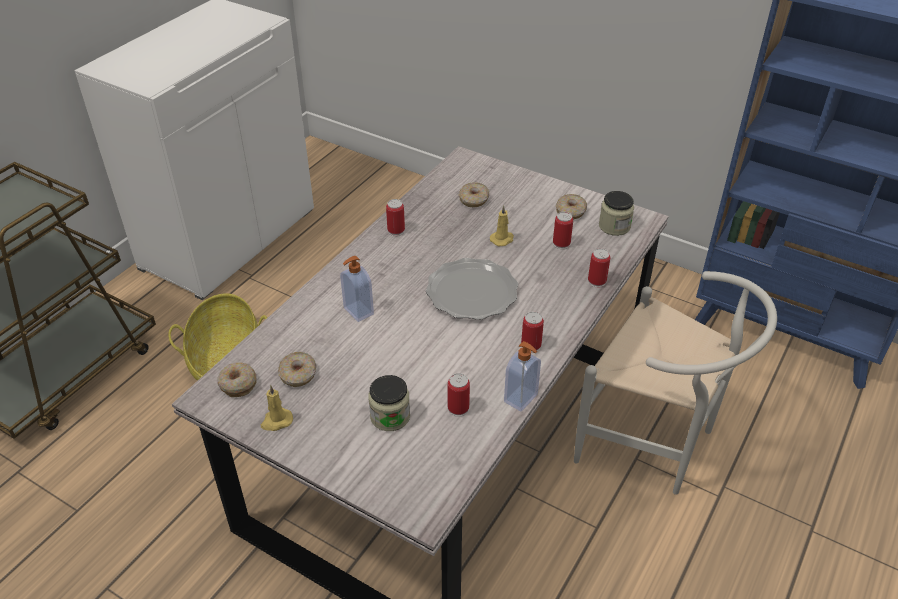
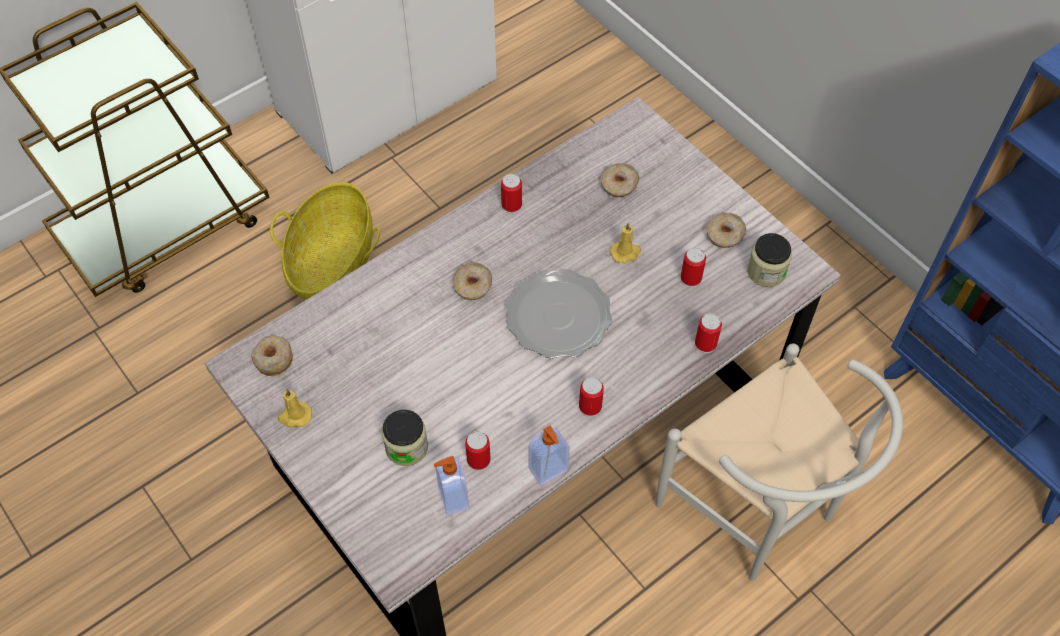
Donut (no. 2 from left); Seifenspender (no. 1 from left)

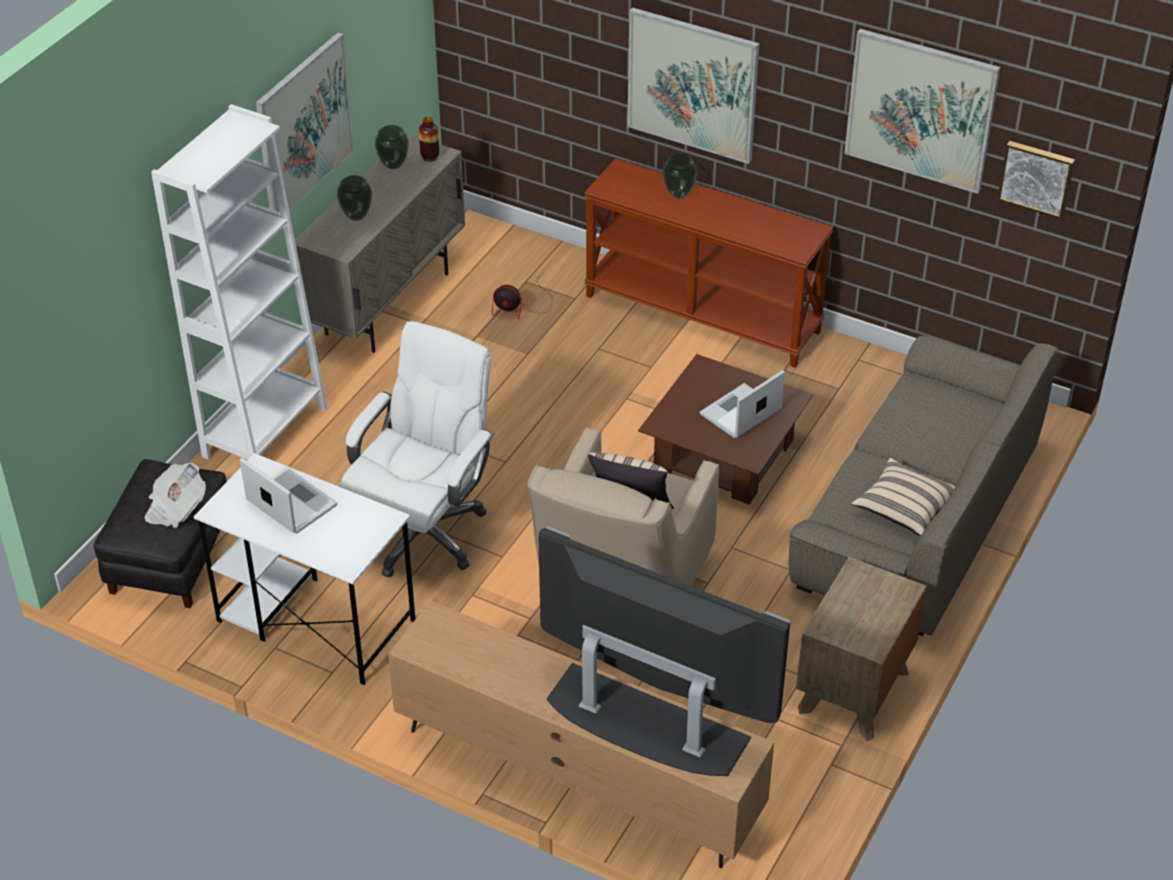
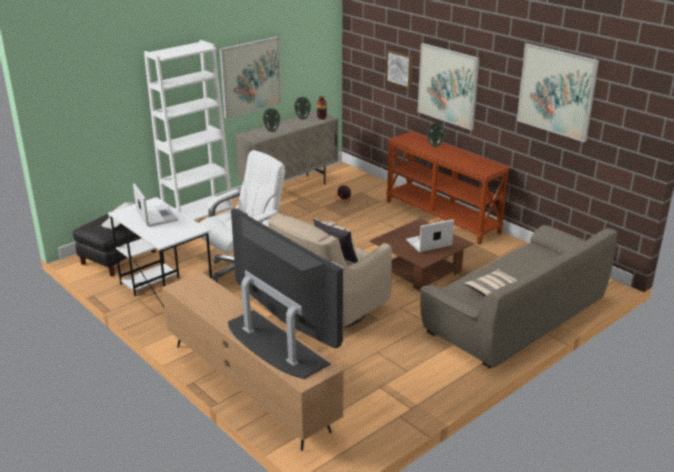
Nachttisch [braun]; Bild (no. 2 from left)

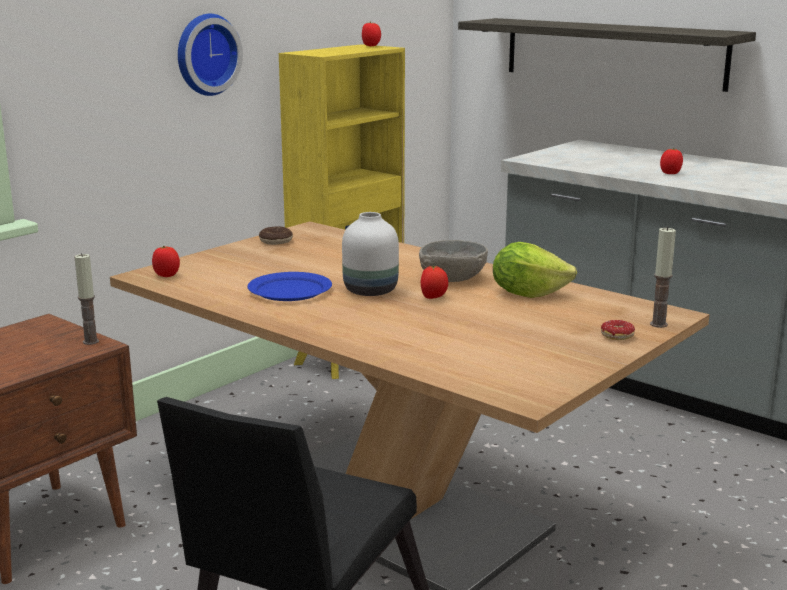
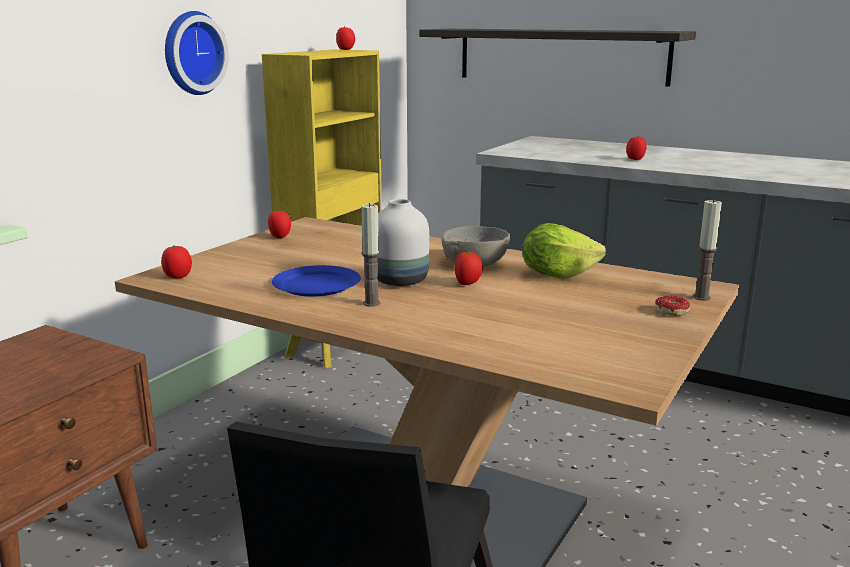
Kerze (no. 1 from left); Tomate (no. 2 from left)

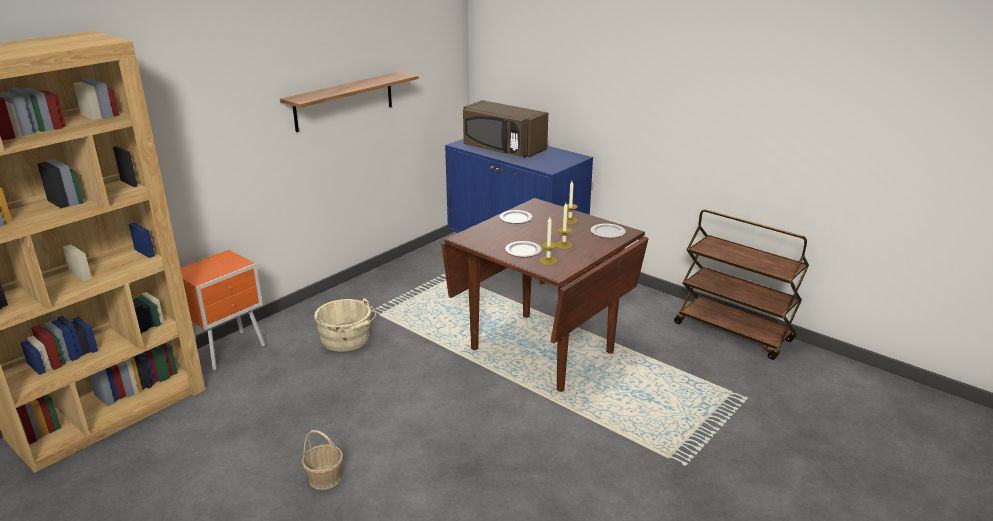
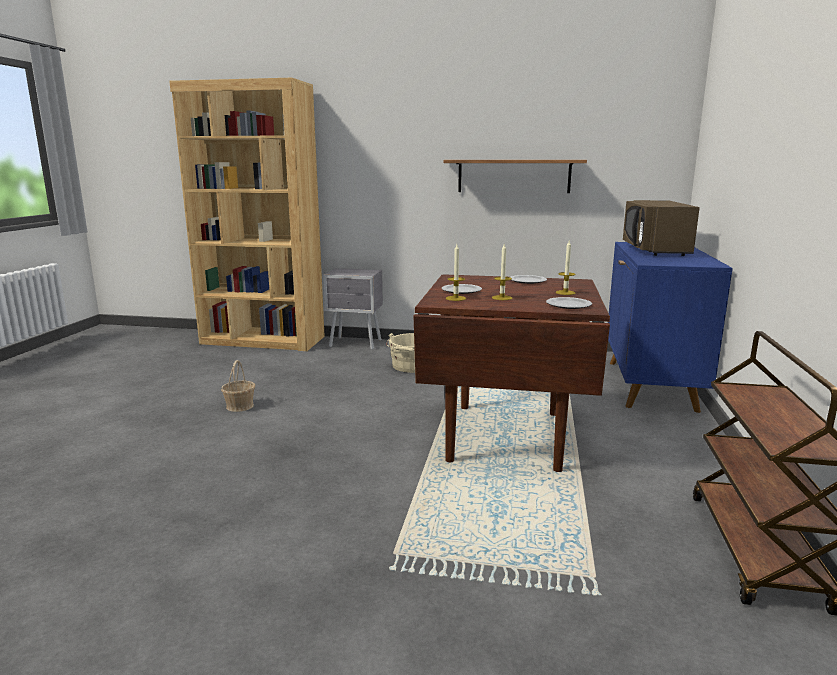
Nachttisch [grau]

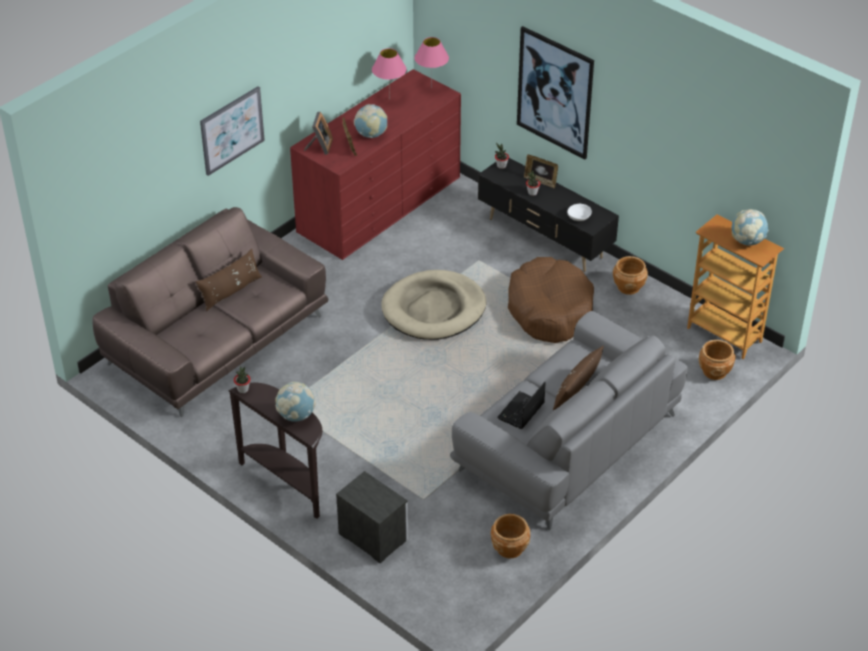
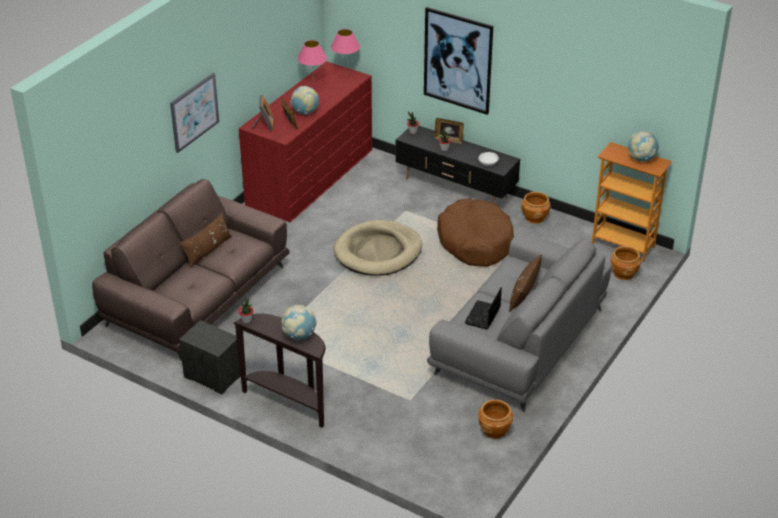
Nachttisch

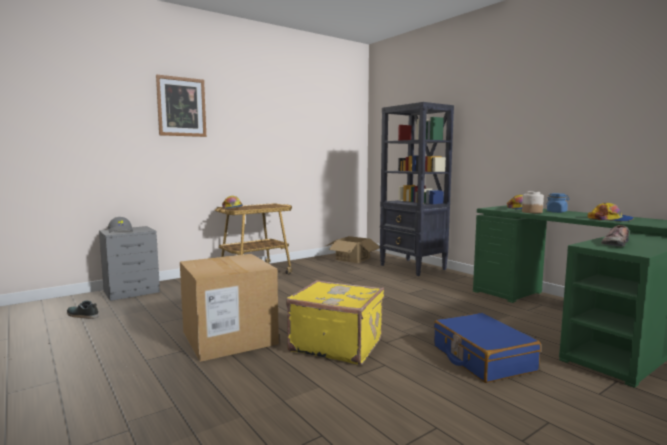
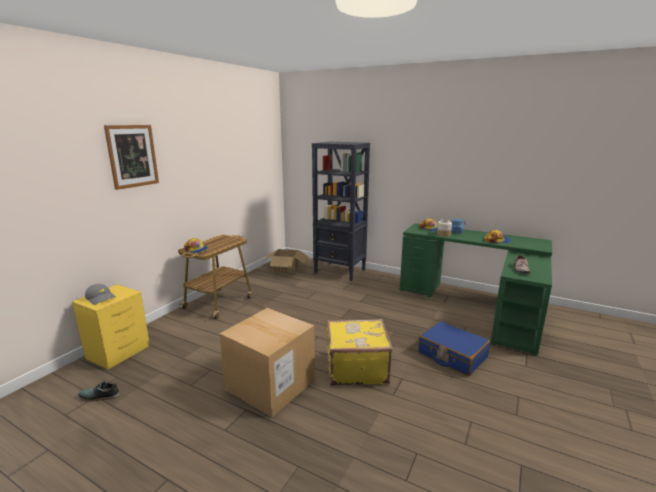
Nachttisch [gelb]

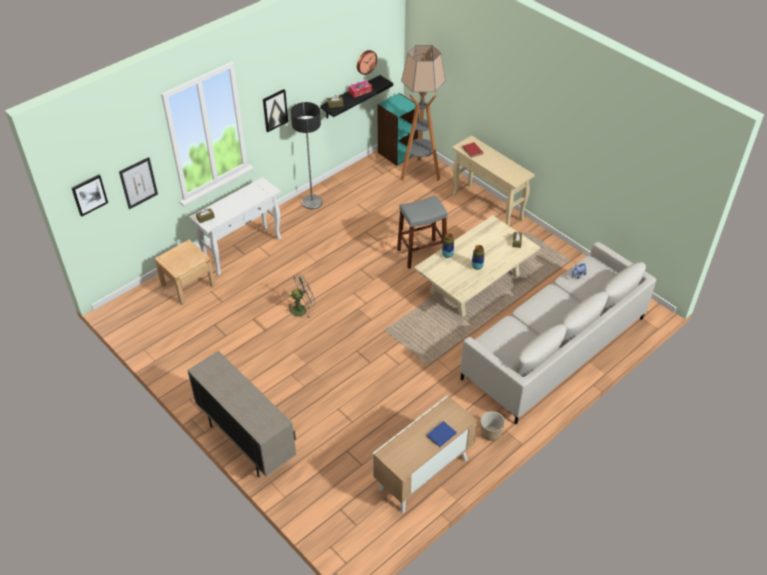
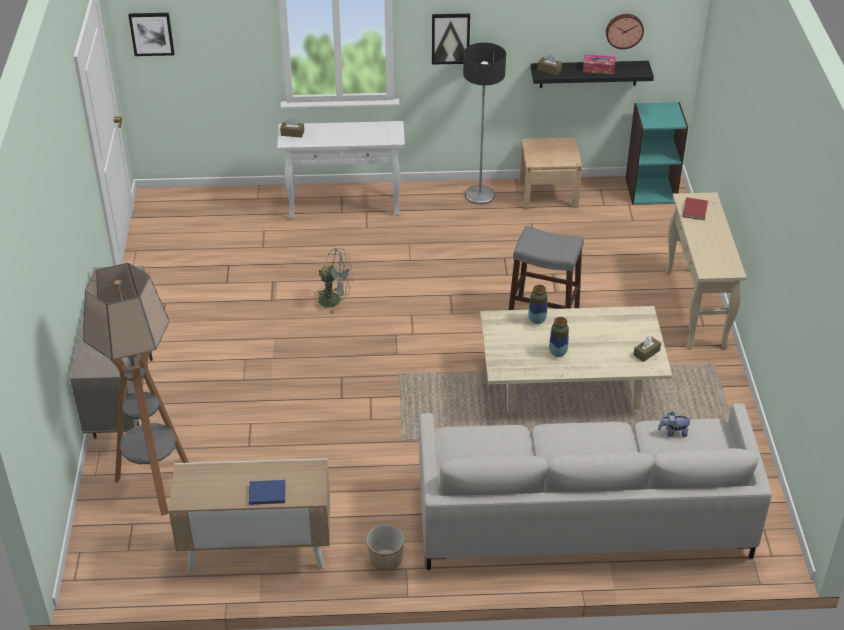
Bild (no. 2 from left in the first image); Nachttisch [beige]; Stehlampe (no. 1 from left)

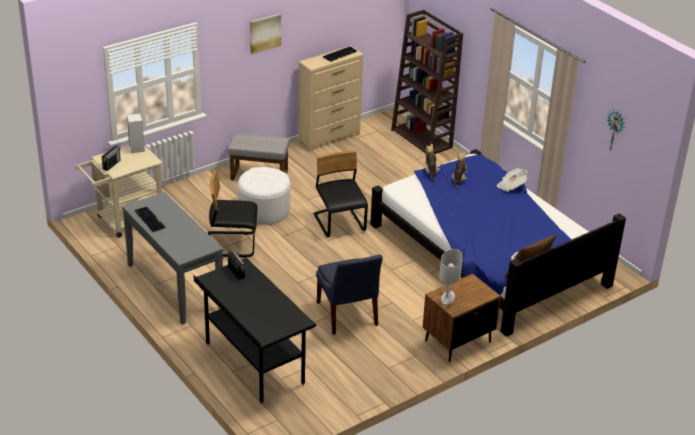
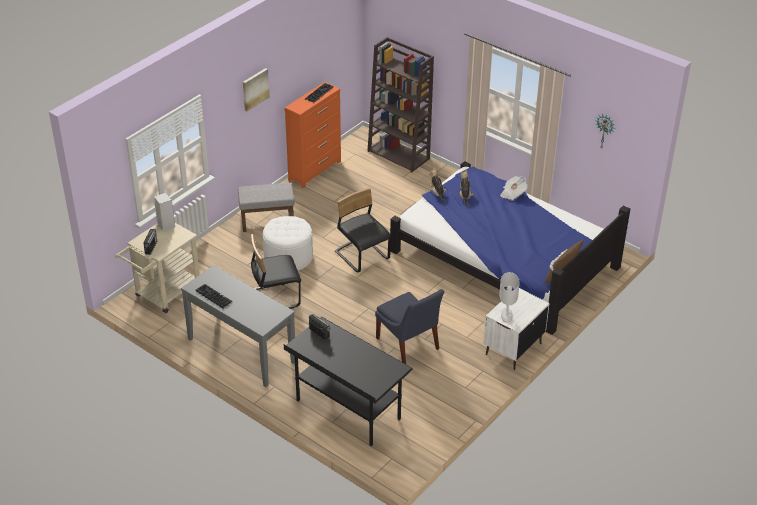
Kommode [orange]; Nachttisch [weiß]

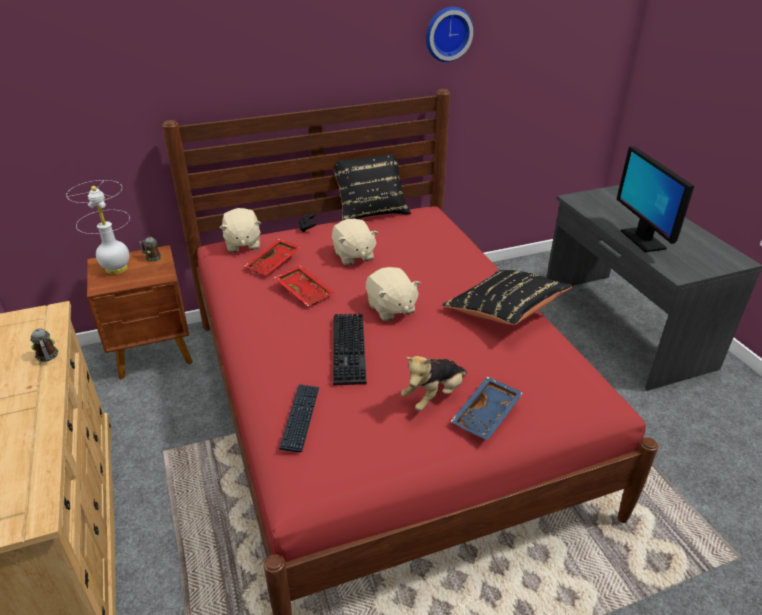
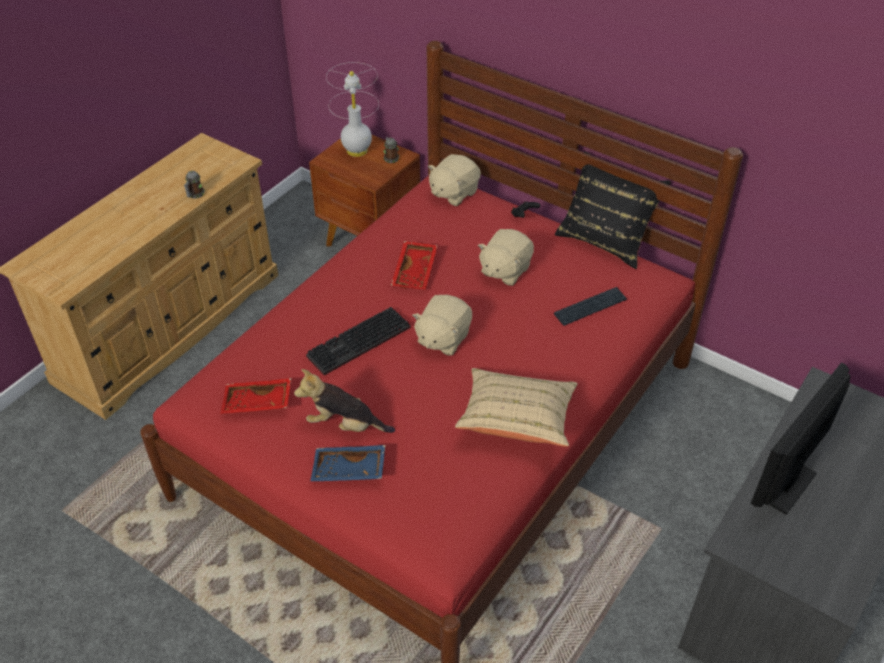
Wanduhr; Tablett [rot] (no. 1 from left); Tastatur (no. 2 from left); Kissen [beige]

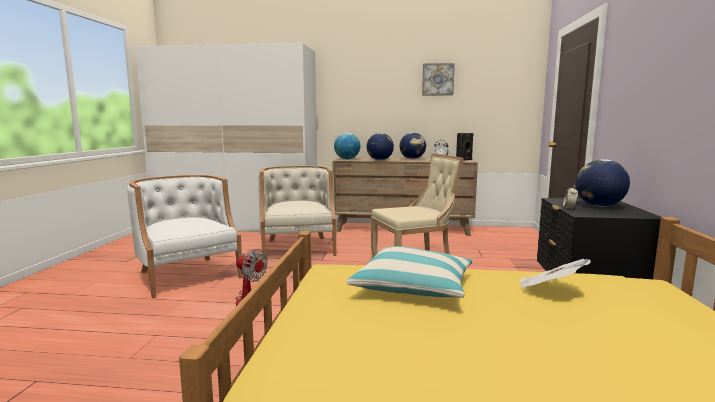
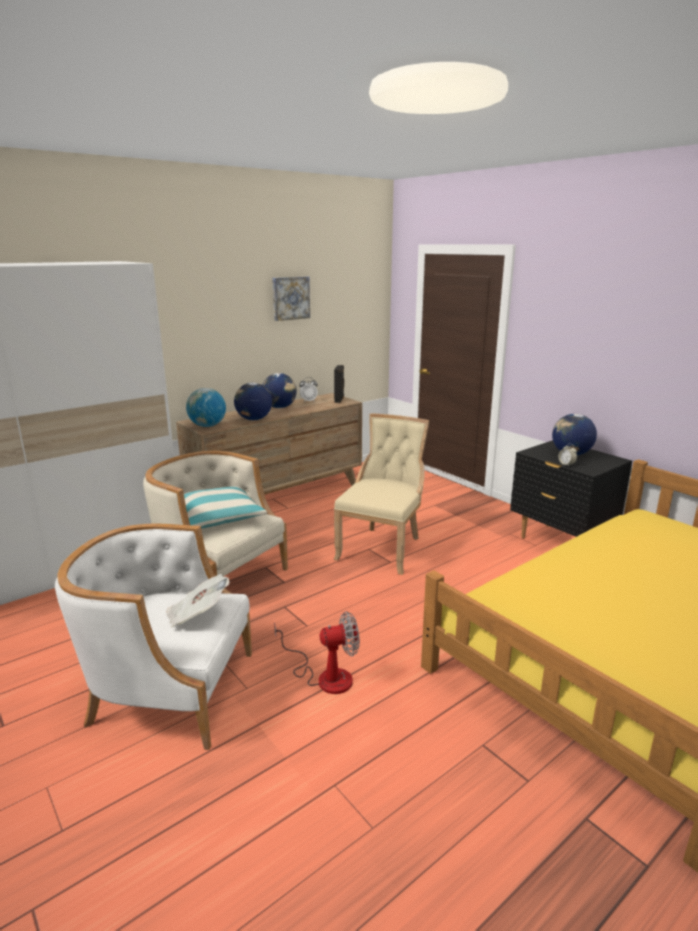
Kissen; Zeitung

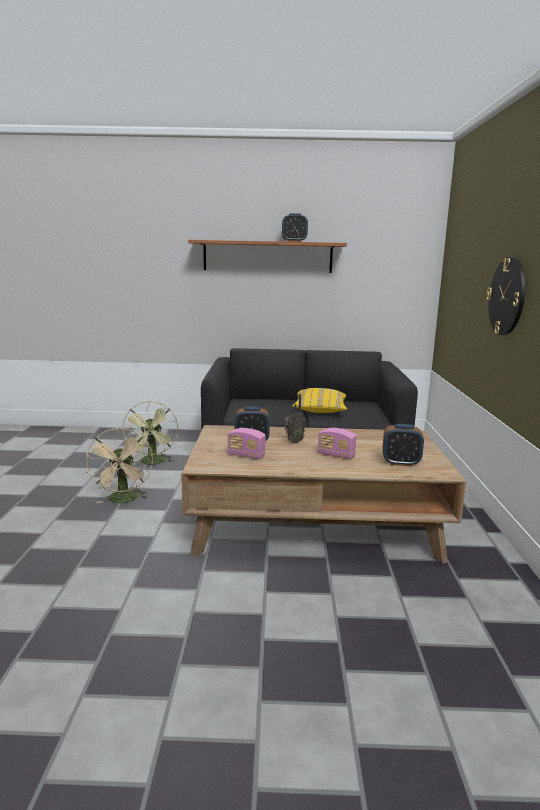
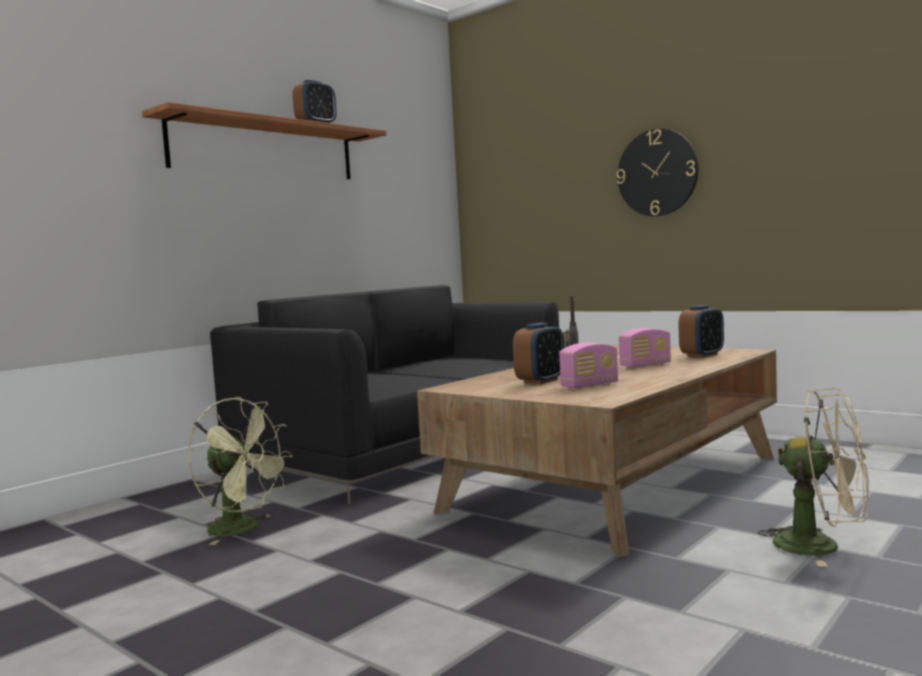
Kissen [gelb]; Ventilator [beige]

